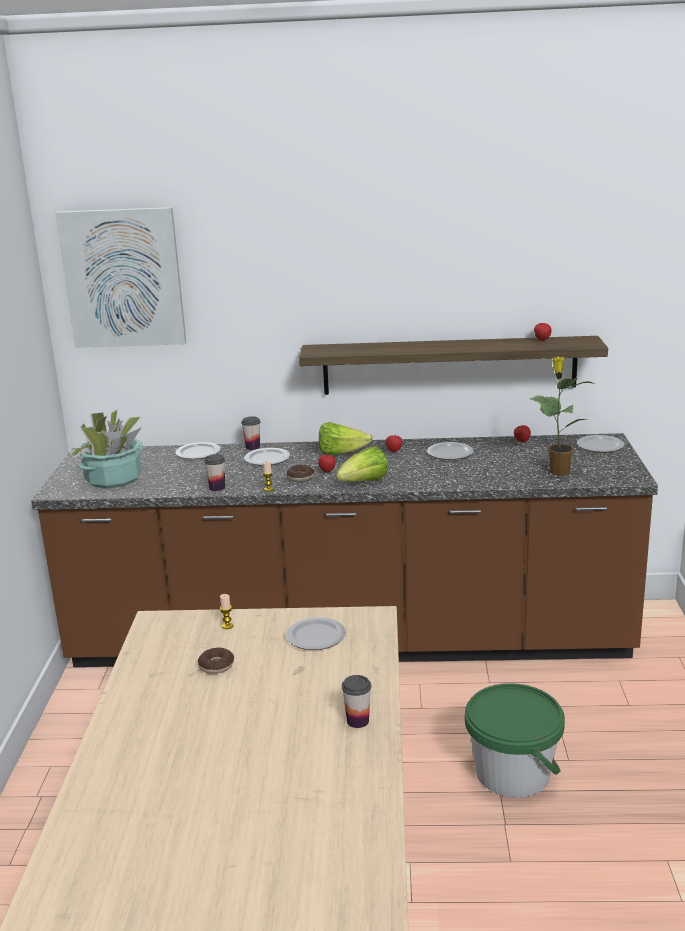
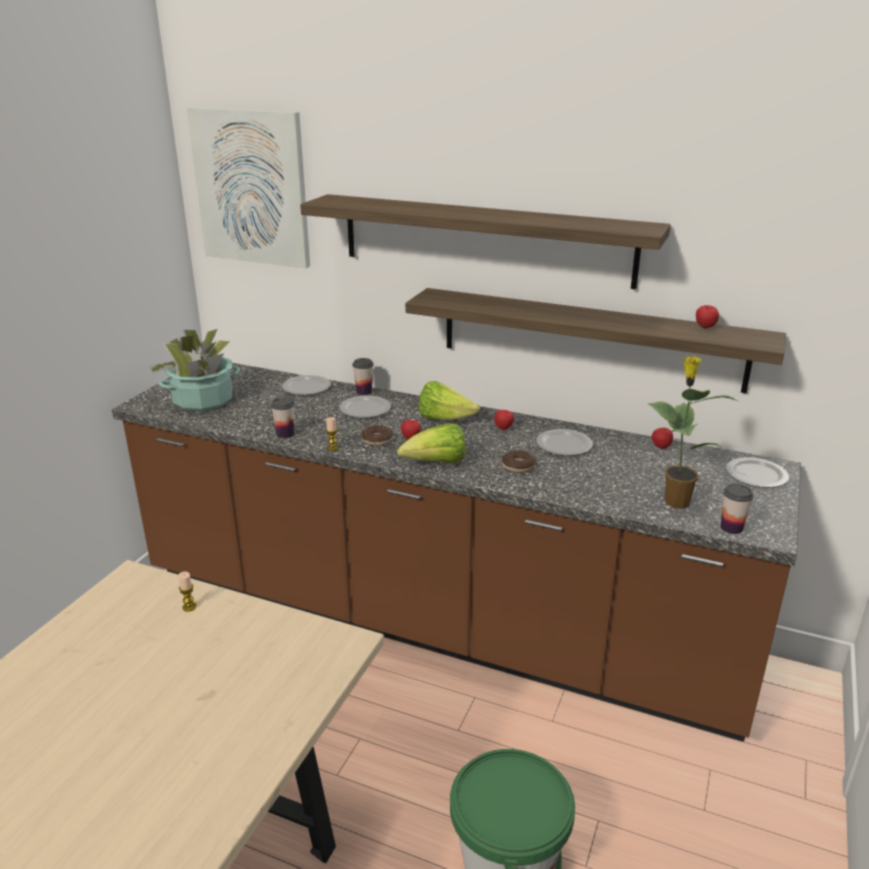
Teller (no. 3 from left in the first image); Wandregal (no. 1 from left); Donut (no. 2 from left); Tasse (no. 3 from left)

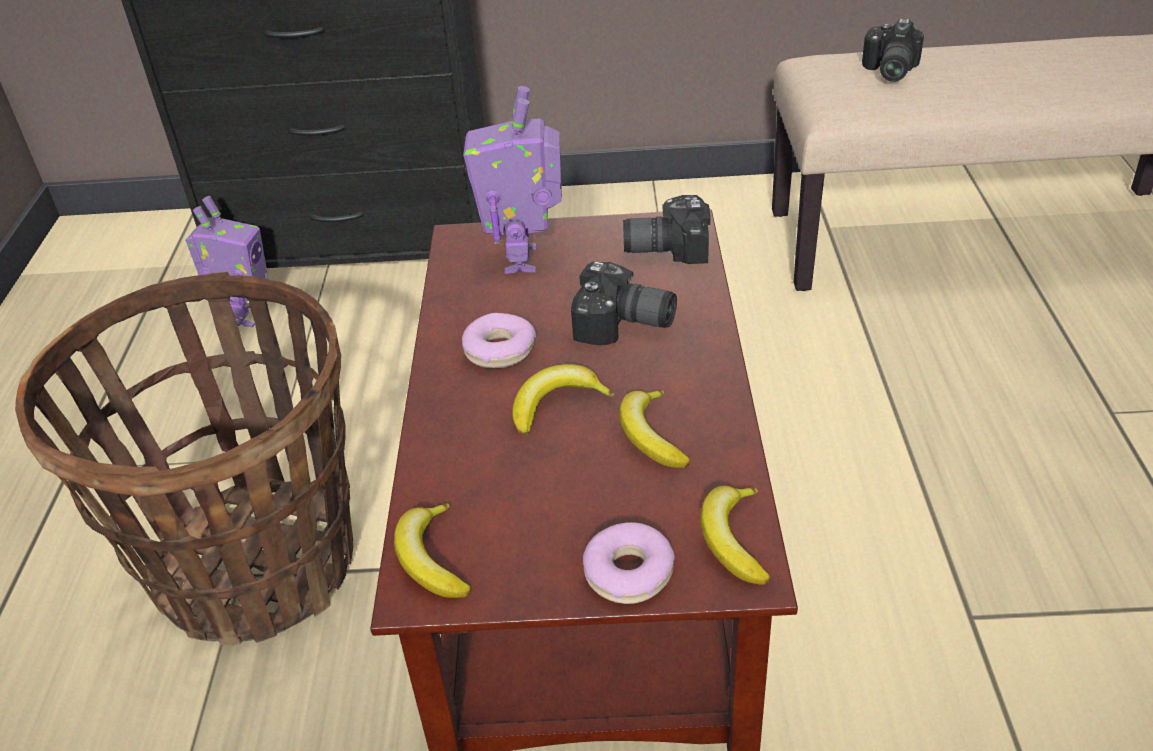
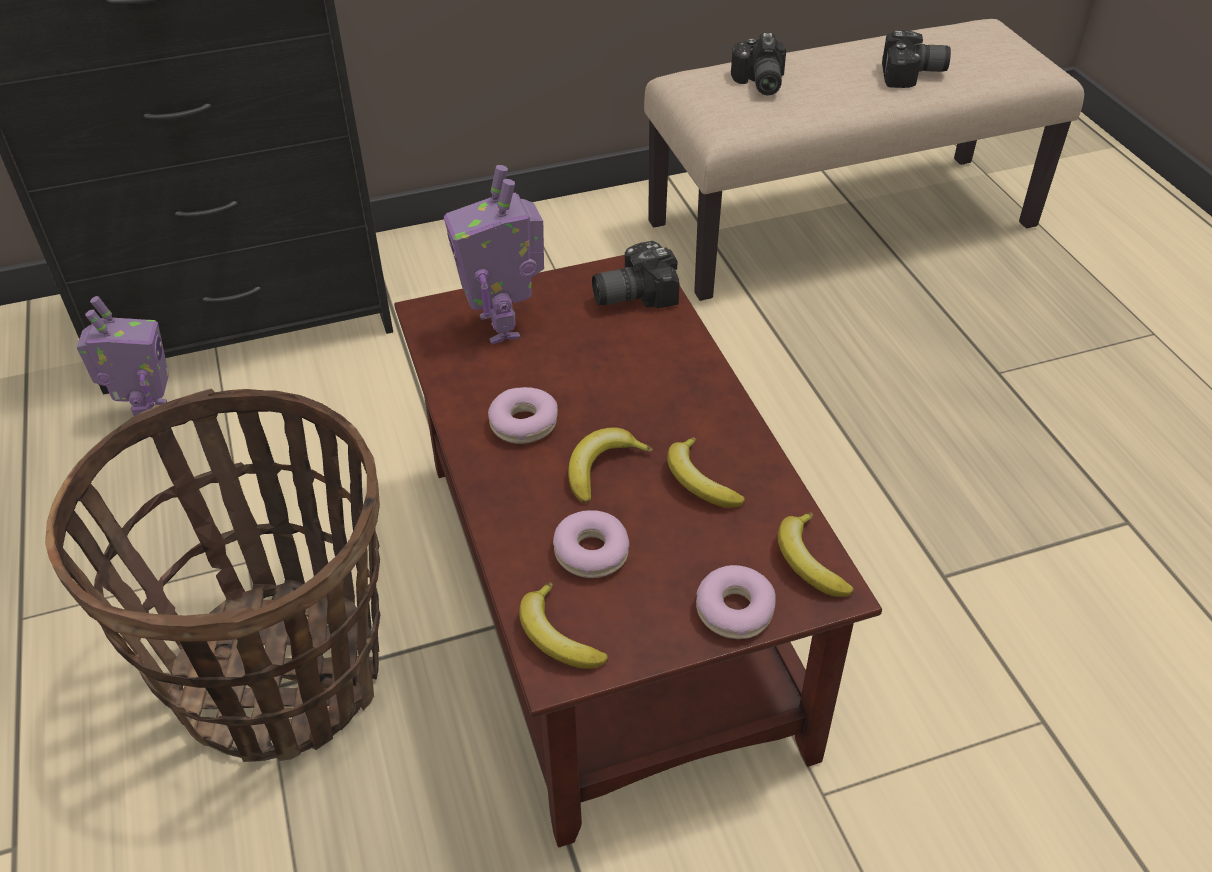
Donut (no. 2 from left); Kamera (no. 3 from left)

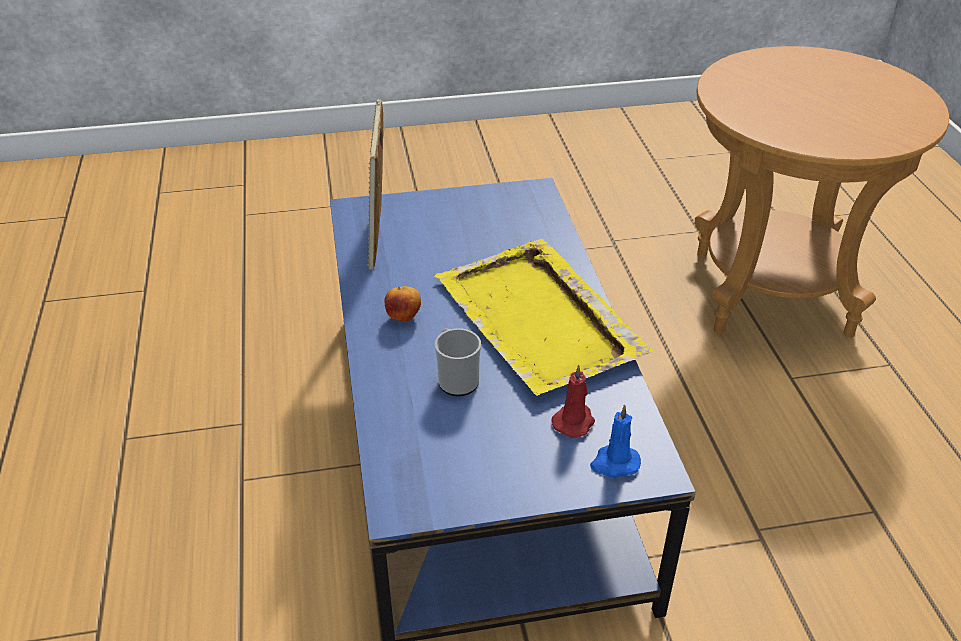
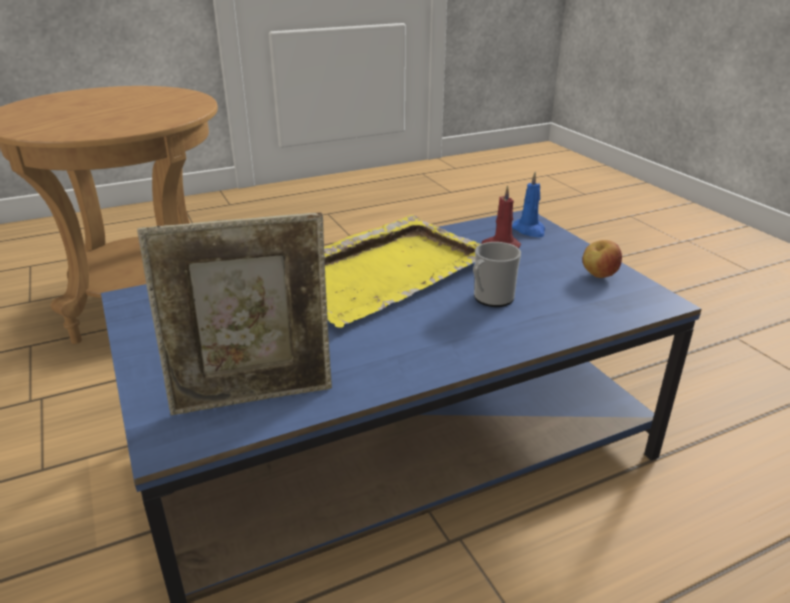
Apfel

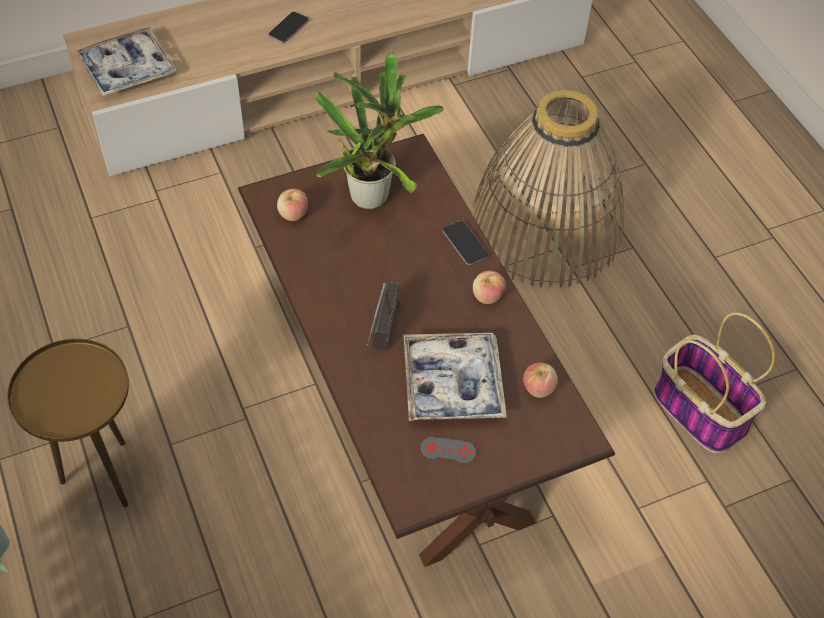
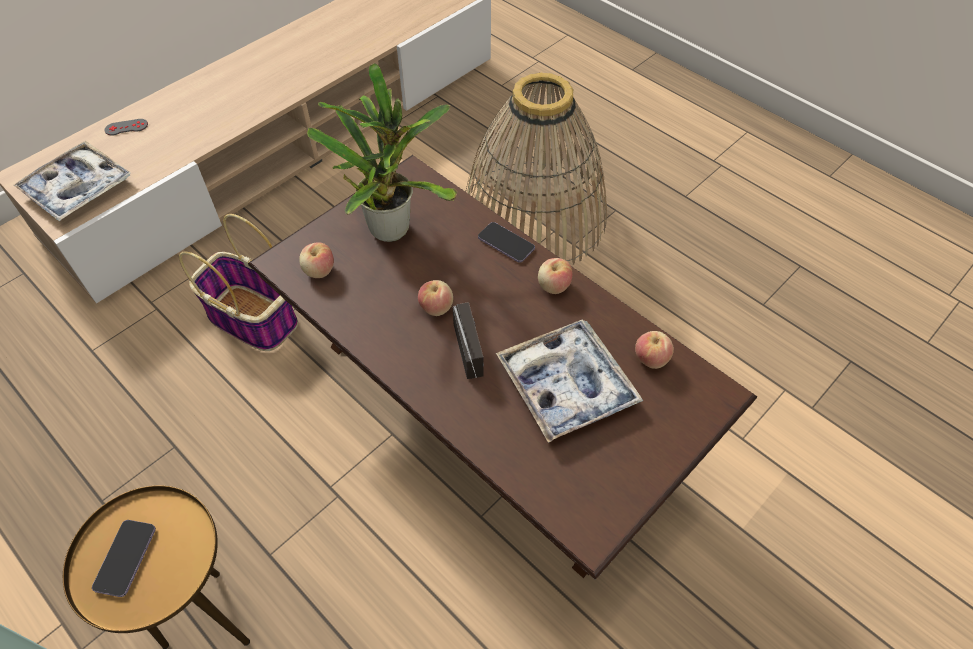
Apfel (no. 2 from left); Handy (no. 1 from left); Gamepad [grau]; Korb (no. 1 from left)

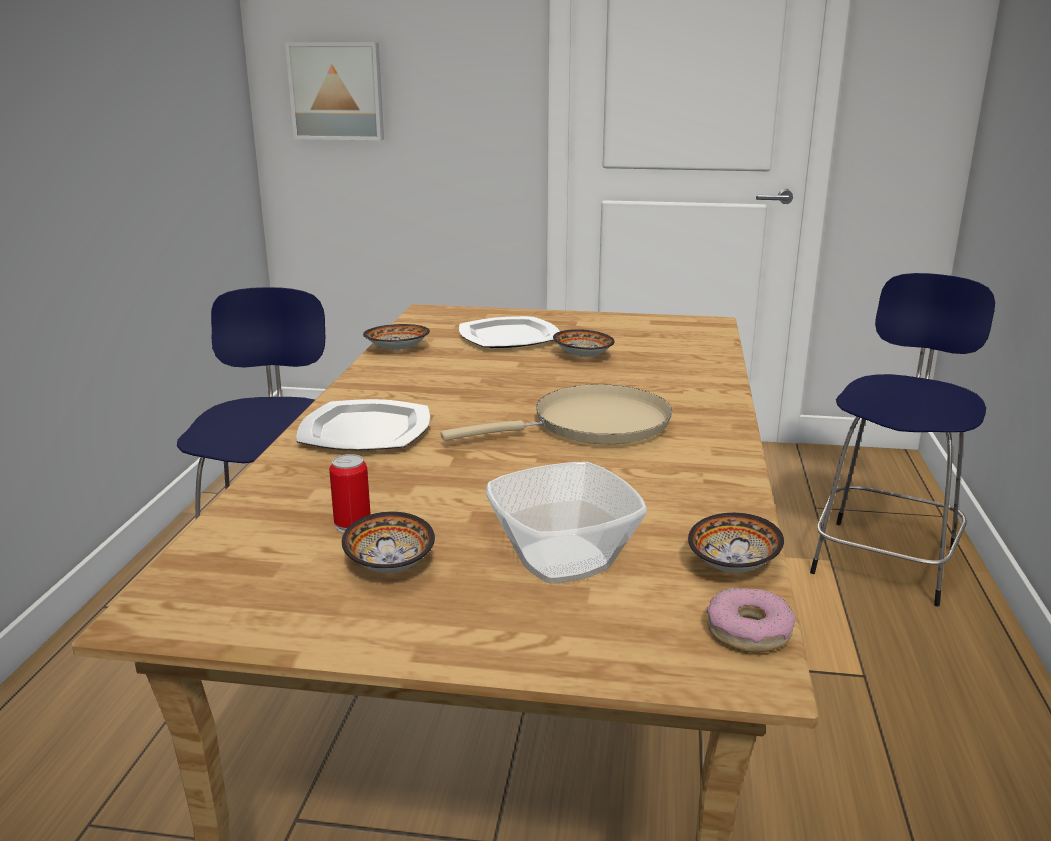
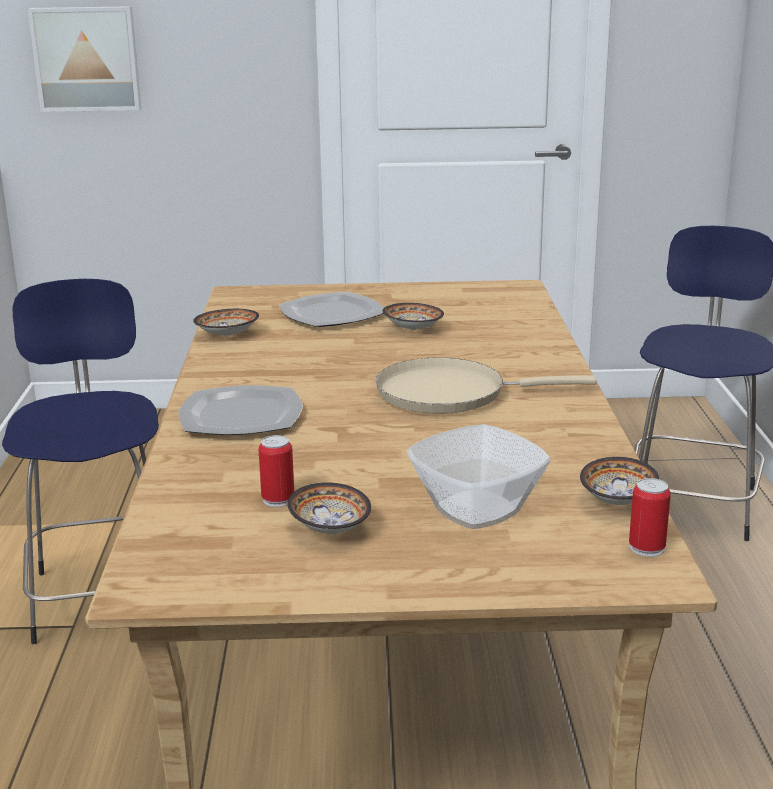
Dose (no. 2 from left); Pfanne [beige]

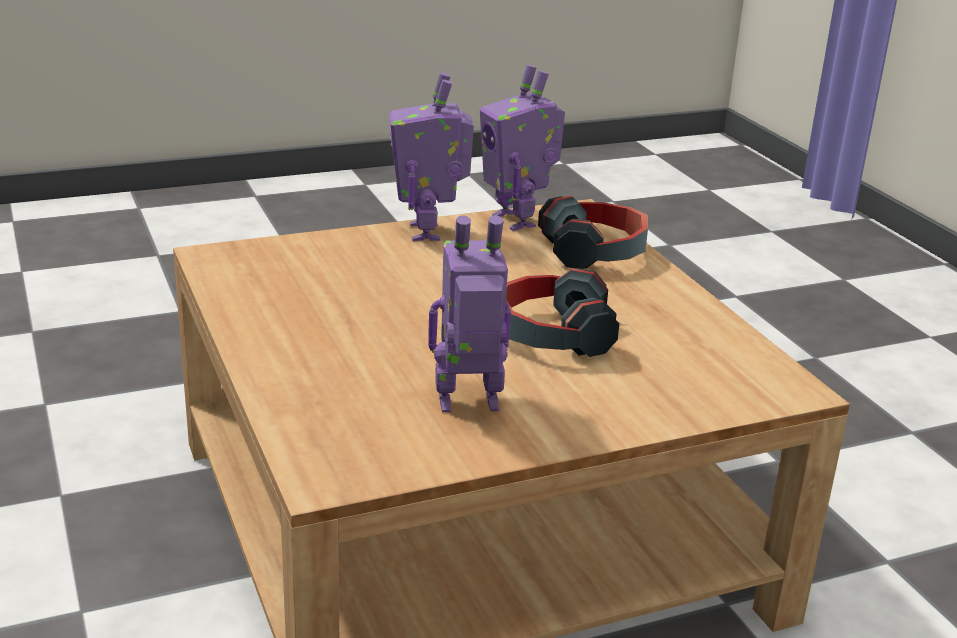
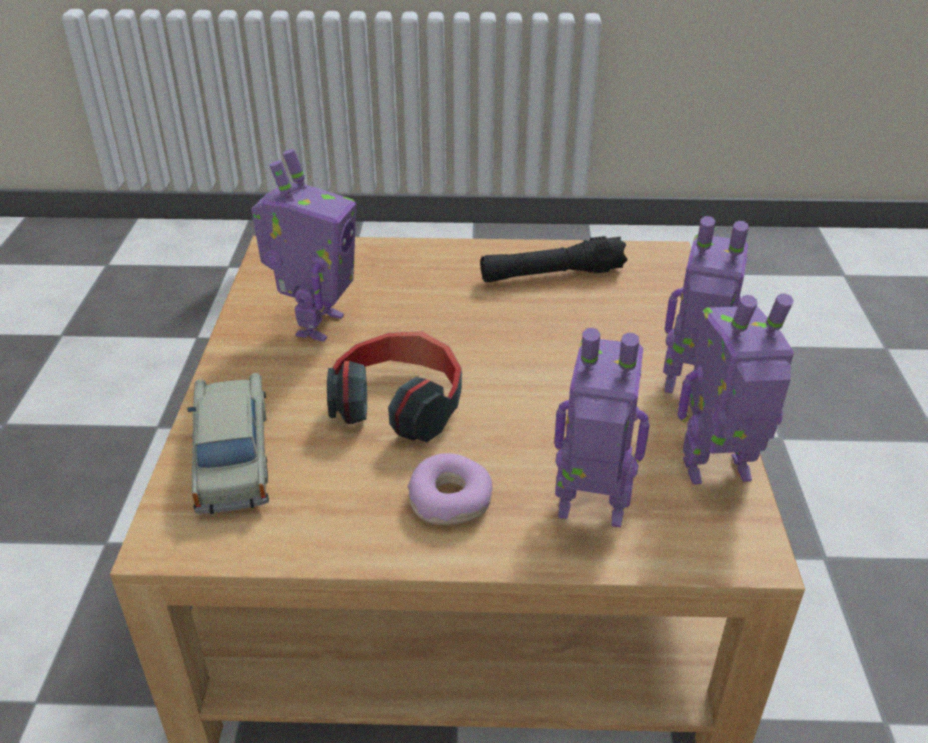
Spielzeugauto [beige]; Donut; Taschenlampe [schwarz]; Spielzeugroboter (no. 2 from left)

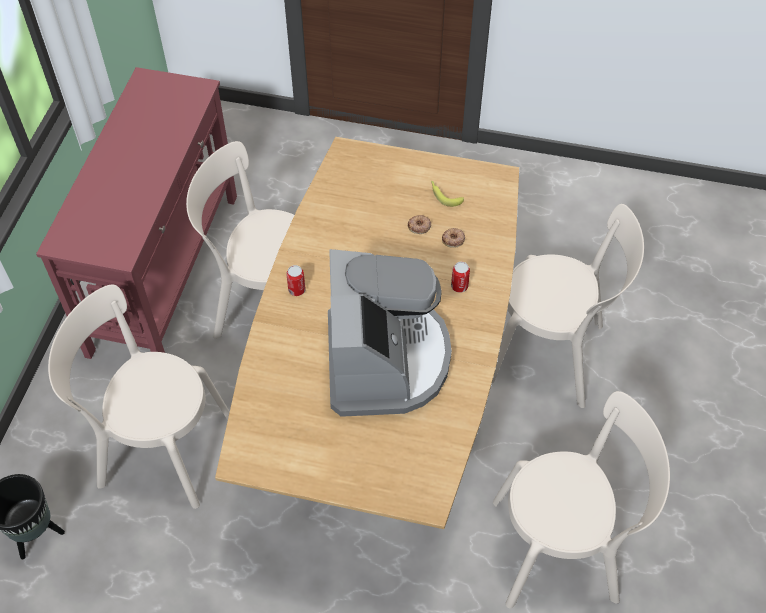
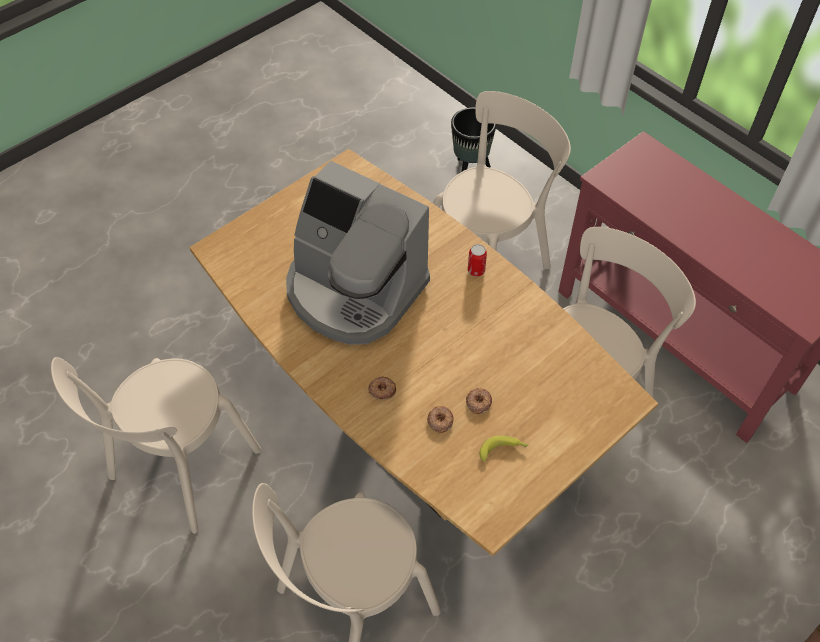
Donut (no. 1 from left)

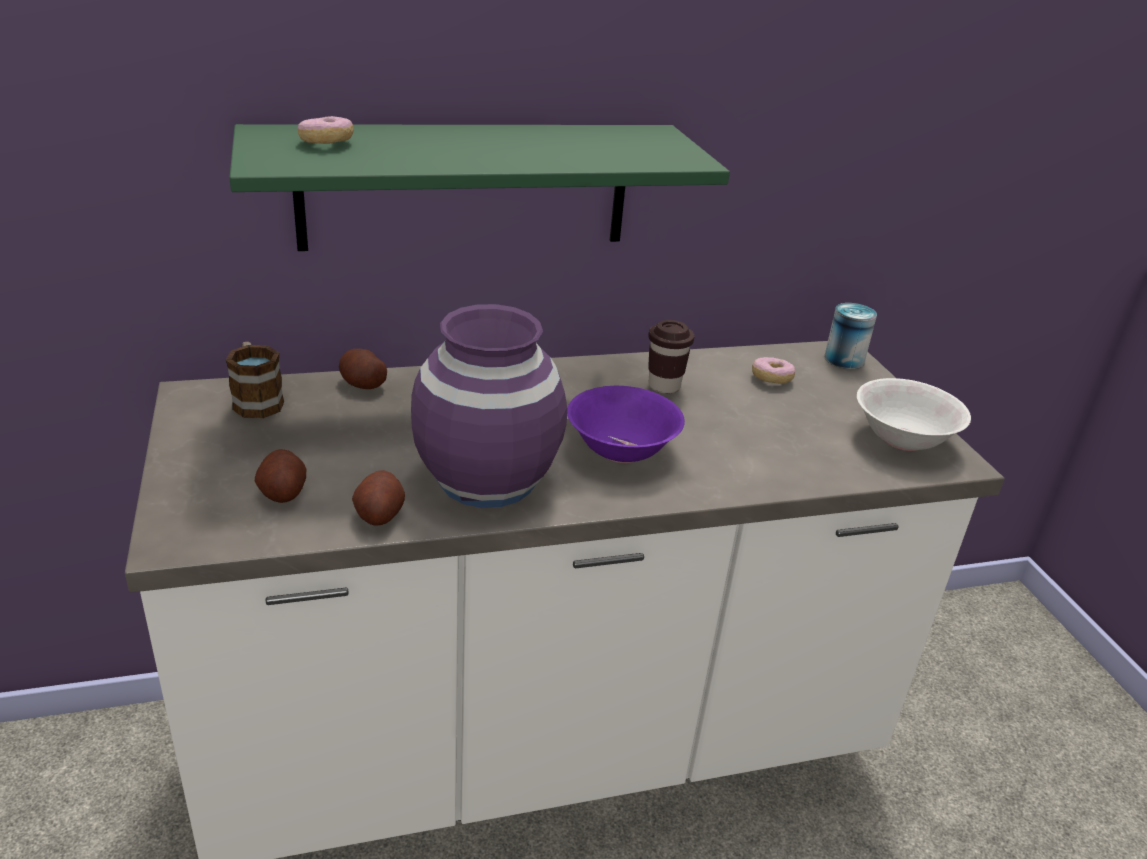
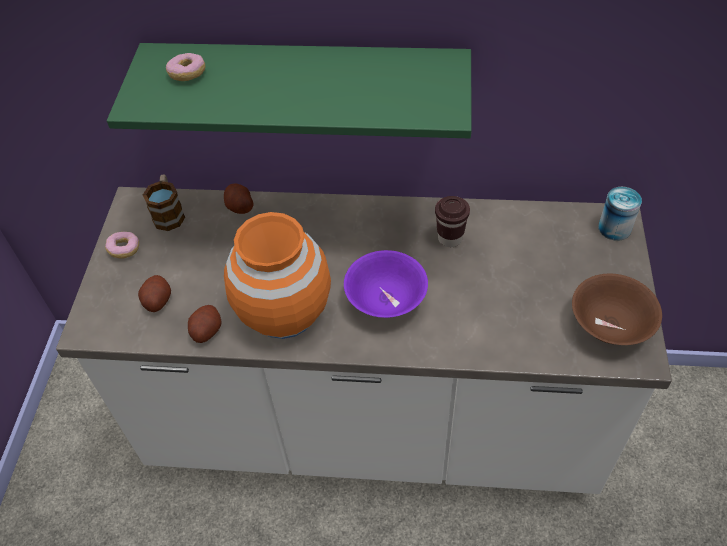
Donut (no. 1 from left); Vase [orange]; Schüssel [braun]

